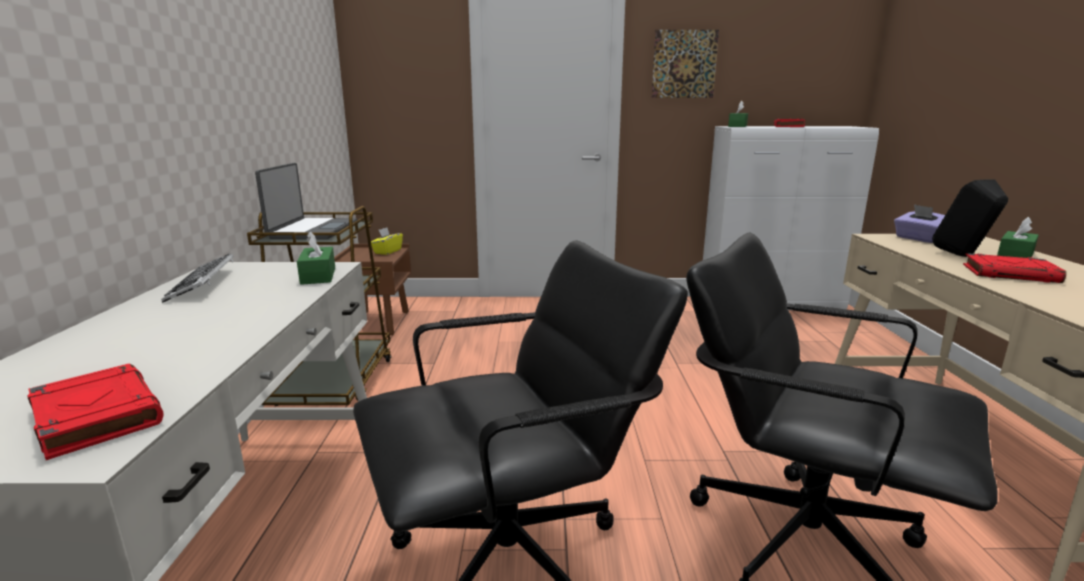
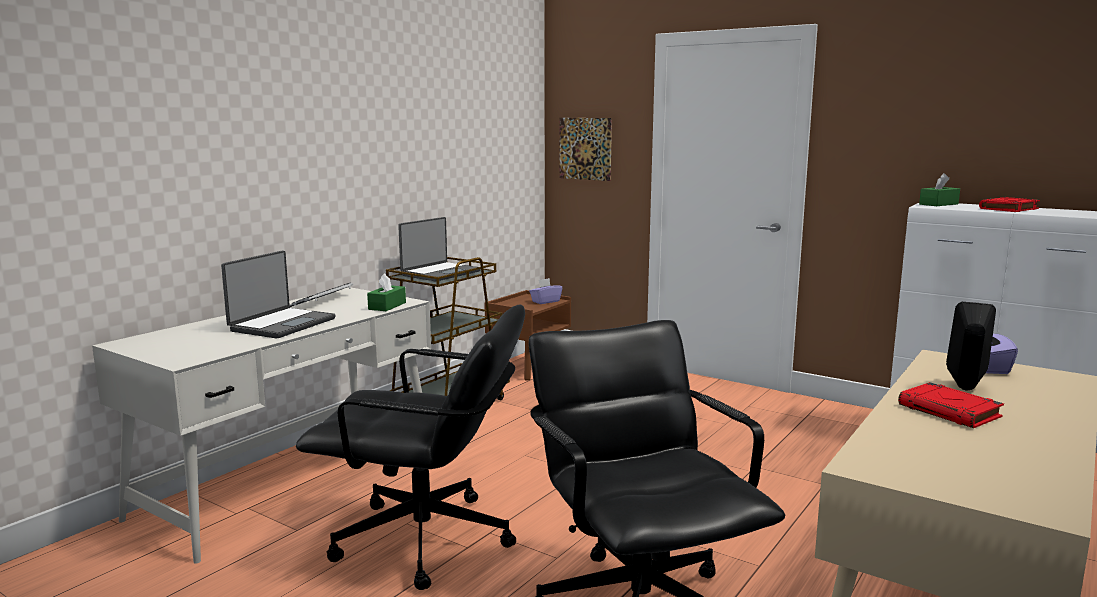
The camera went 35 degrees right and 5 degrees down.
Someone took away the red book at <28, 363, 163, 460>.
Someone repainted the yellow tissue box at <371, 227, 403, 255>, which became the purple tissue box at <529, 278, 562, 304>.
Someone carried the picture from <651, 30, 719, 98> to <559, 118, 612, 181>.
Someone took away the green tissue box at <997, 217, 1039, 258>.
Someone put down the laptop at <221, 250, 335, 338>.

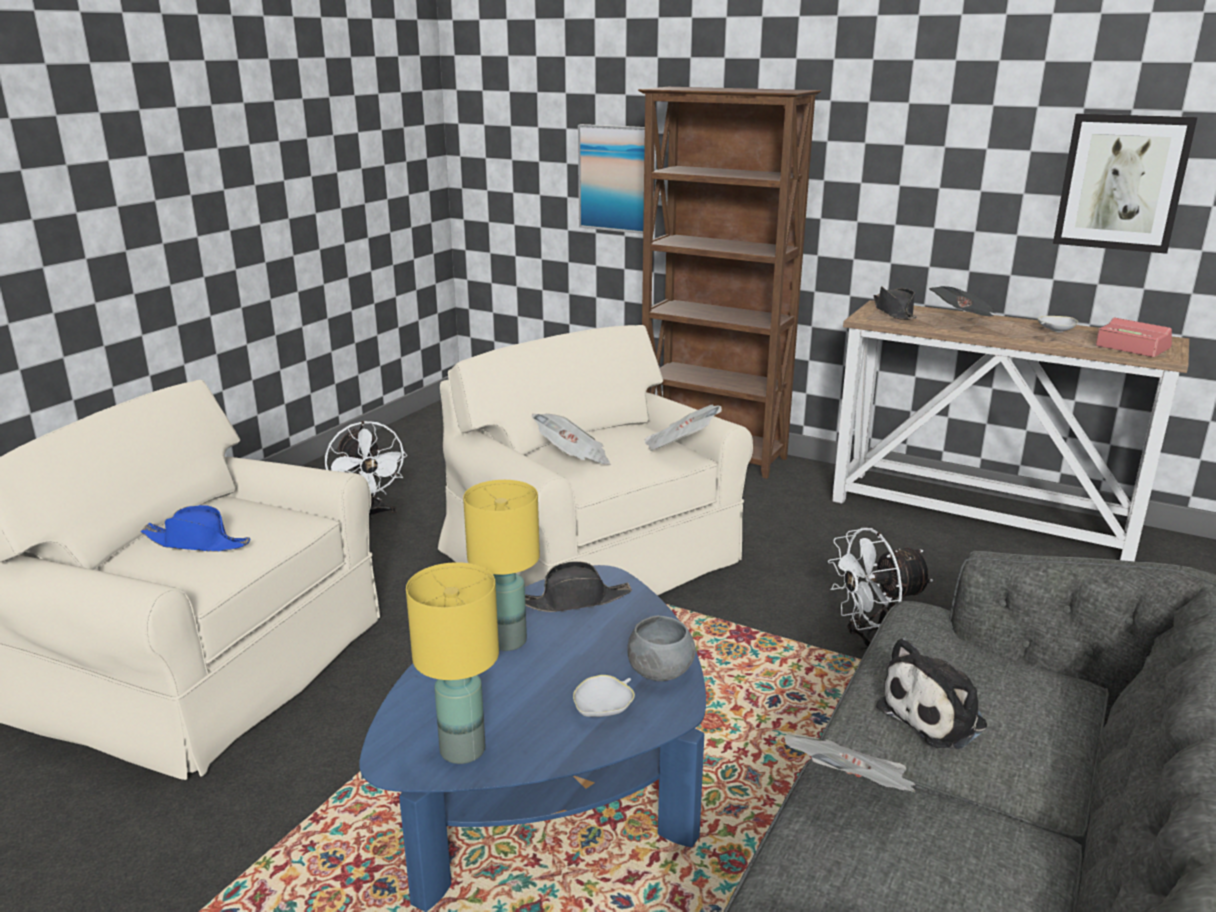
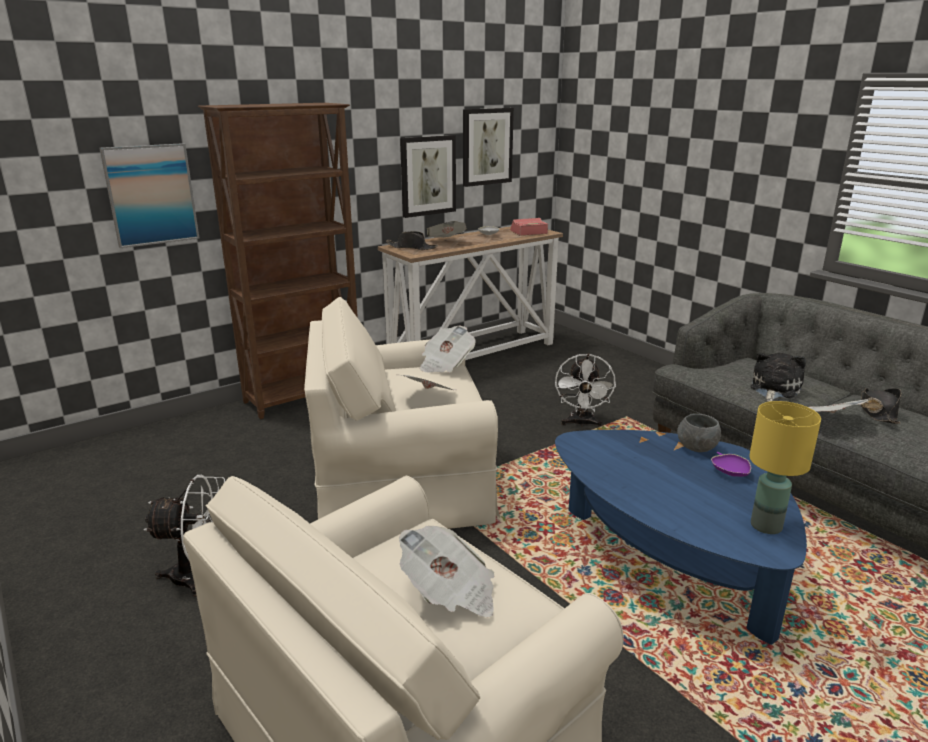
The camera went 65 degrees left and 0 degrees up.
Someone swapped the blue hat at <140, 505, 250, 552> for the newspaper at <399, 526, 495, 617>.
Someone took away the yellow table lamp at <463, 480, 540, 651>.
Someone carried the black hat from <525, 561, 632, 612> to <861, 388, 901, 424>.
Someone repainted the white bowl at <573, 675, 635, 717>, which became the purple bowl at <711, 452, 751, 477>.
Someone rotated the plush toy at <876, 638, 987, 749> by 135 degrees counterclockwise.
Someone put up the picture at <400, 135, 456, 218>.

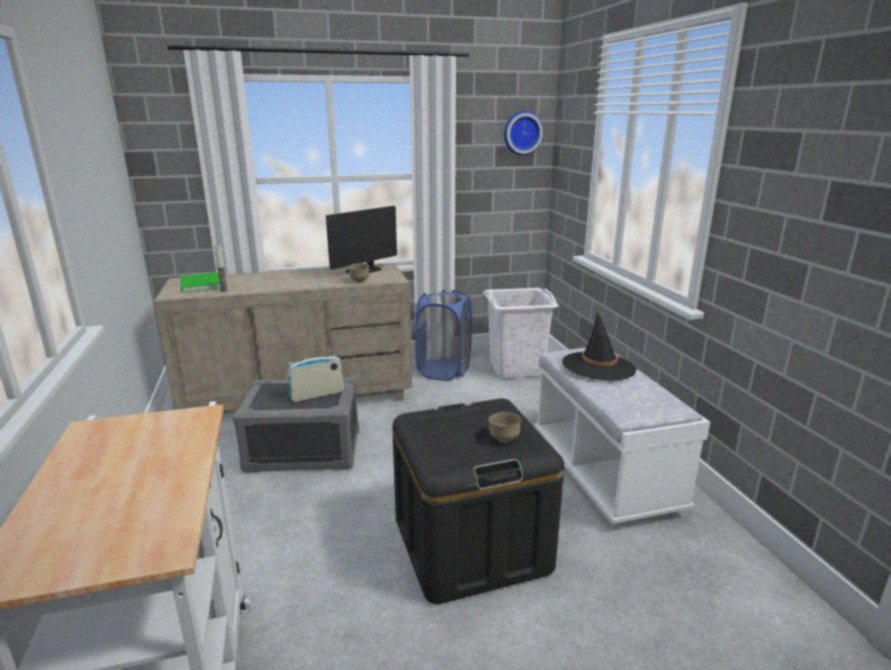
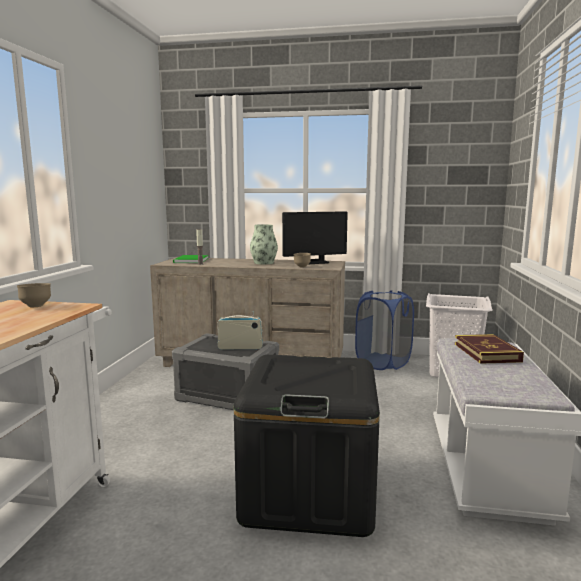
The camera went 25 degrees right and 10 degrees down.
Someone carried the brown bowl from <489, 412, 521, 443> to <17, 283, 51, 307>.
Someone took away the wall clock at <504, 111, 543, 156>.
Someone swapped the black hat at <562, 312, 637, 381> for the book at <455, 334, 524, 364>.
Someone put down the vase at <250, 224, 278, 265>.

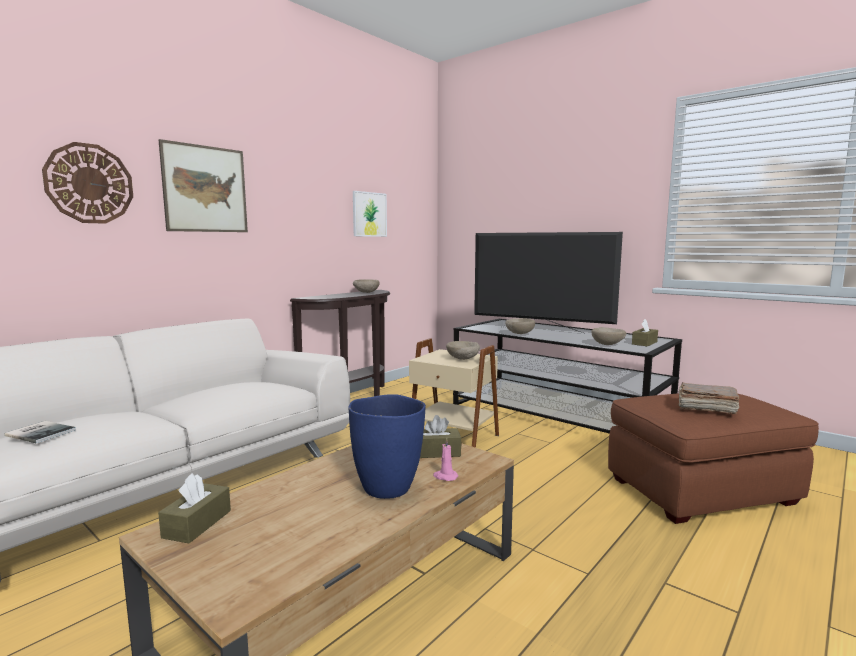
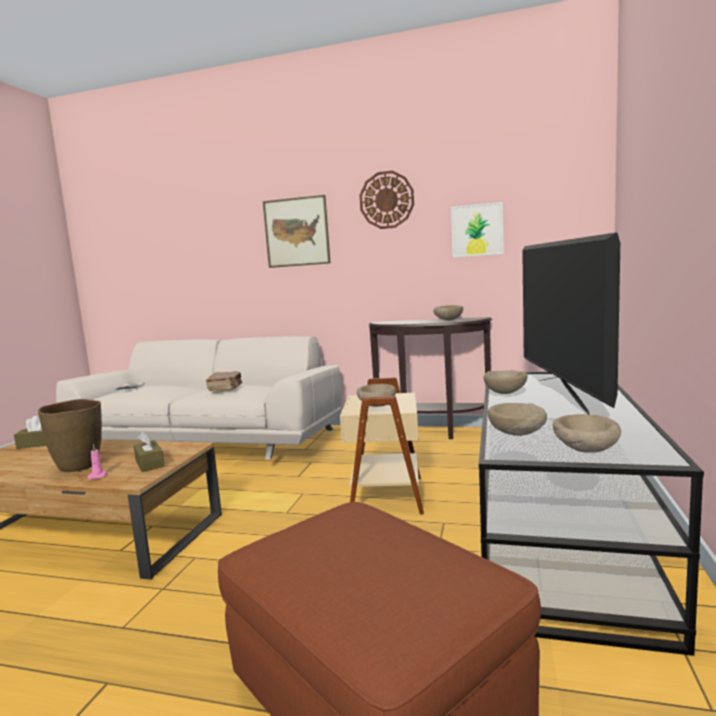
The camera went 65 degrees right and 0 degrees up.
Someone carried the wall clock from <42, 142, 133, 224> to <359, 171, 414, 229>.
Someone repainted the blue vase at <349, 394, 426, 499>, which became the brown vase at <38, 399, 102, 472>.
Someone swapped the brown tissue box at <632, 319, 658, 346> for the beige bowl at <553, 414, 621, 453>.
Someone carried the brown book from <678, 382, 739, 414> to <206, 371, 242, 391>.

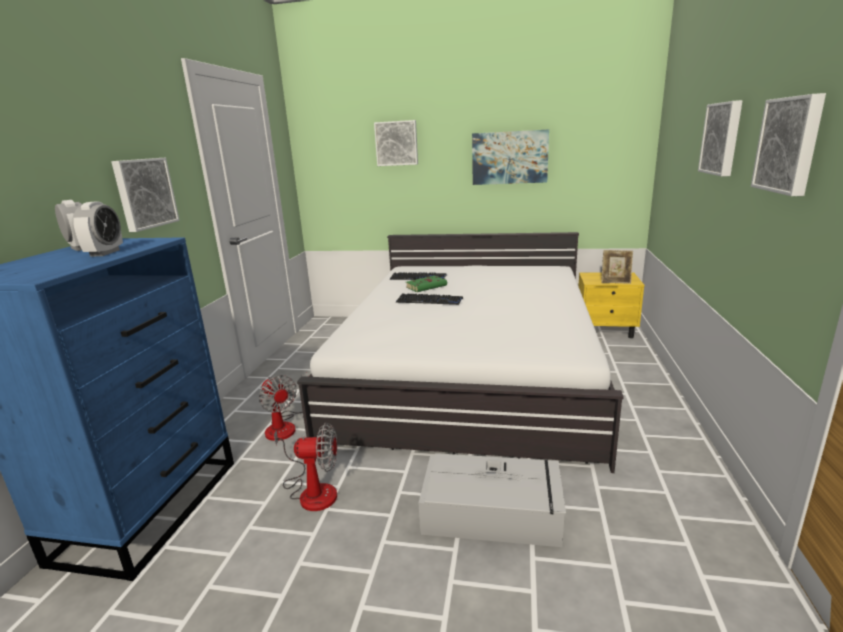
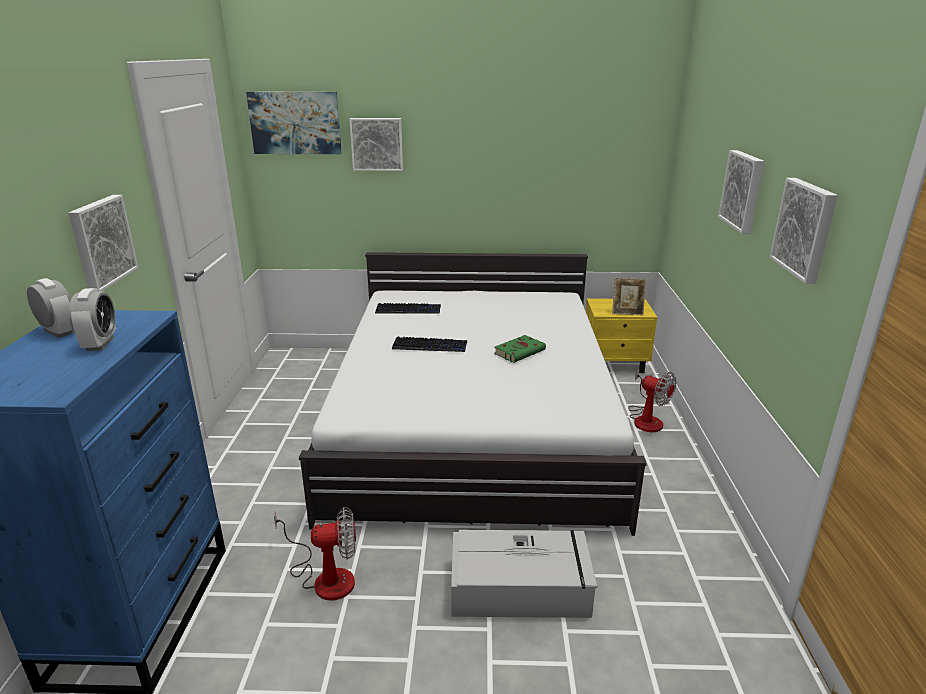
The camera went 10 degrees left and 5 degrees up.
Someone carried the fan from <259, 373, 308, 441> to <629, 369, 676, 432>.
Someone carried the green book from <406, 276, 447, 292> to <494, 335, 546, 363>.
Someone carried the picture from <472, 129, 549, 185> to <246, 92, 342, 154>.

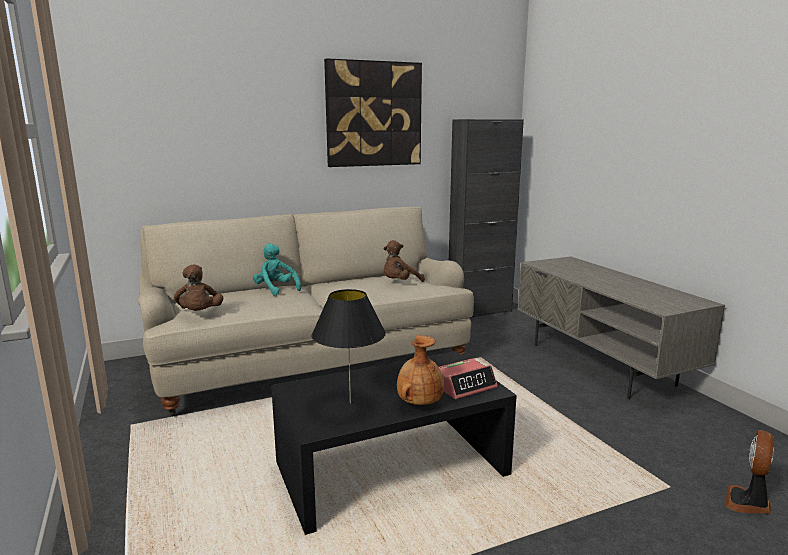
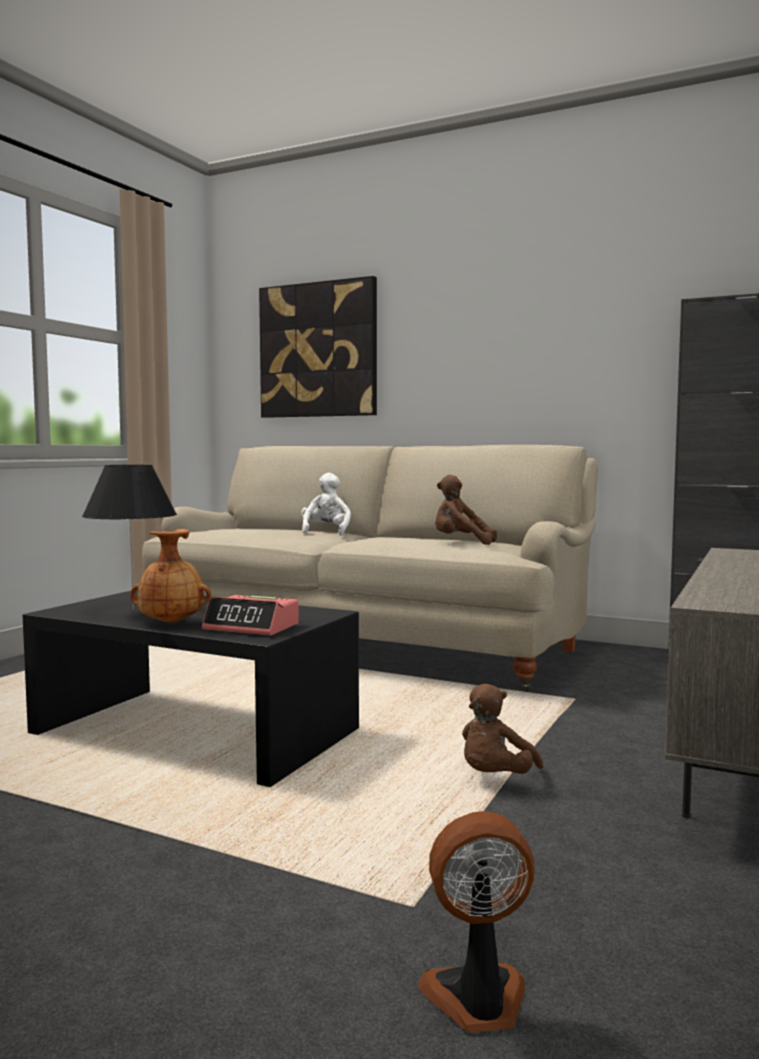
The camera went 50 degrees right and 10 degrees down.
Someone carried the brown plush toy from <174, 264, 223, 311> to <462, 684, 543, 774>.
Someone repainted the turquoise plush toy at <253, 243, 301, 296>, which became the white plush toy at <301, 473, 351, 536>.
Someone carried the picture from <324, 58, 422, 167> to <259, 276, 377, 418>.

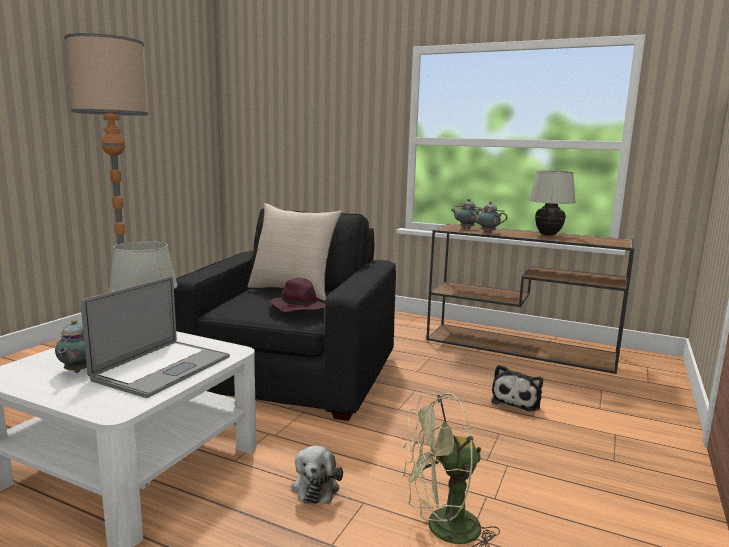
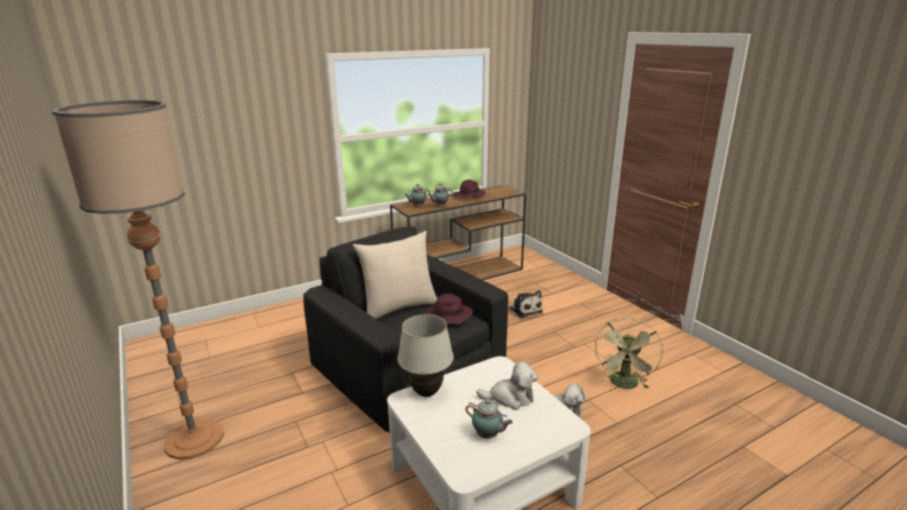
The camera went 55 degrees left and 10 degrees up.
Someone swapped the laptop at <81, 276, 230, 398> for the plush toy at <476, 361, 538, 410>.
Someone swapped the white table lamp at <529, 171, 576, 236> for the purple hat at <453, 180, 486, 198>.

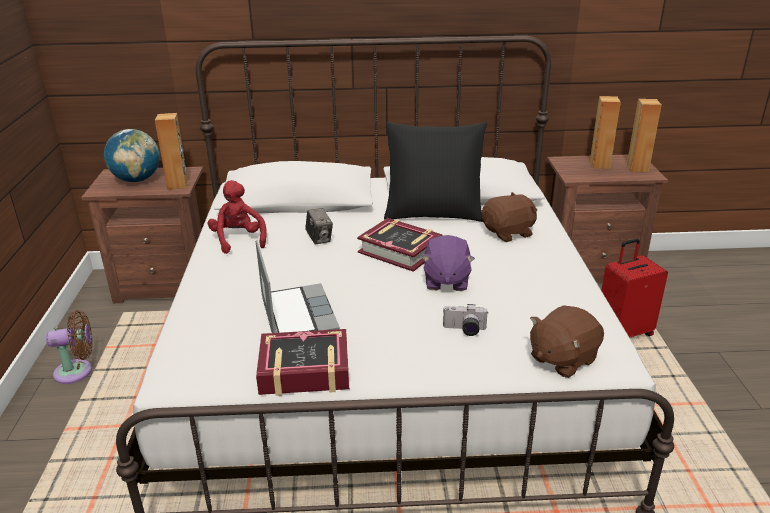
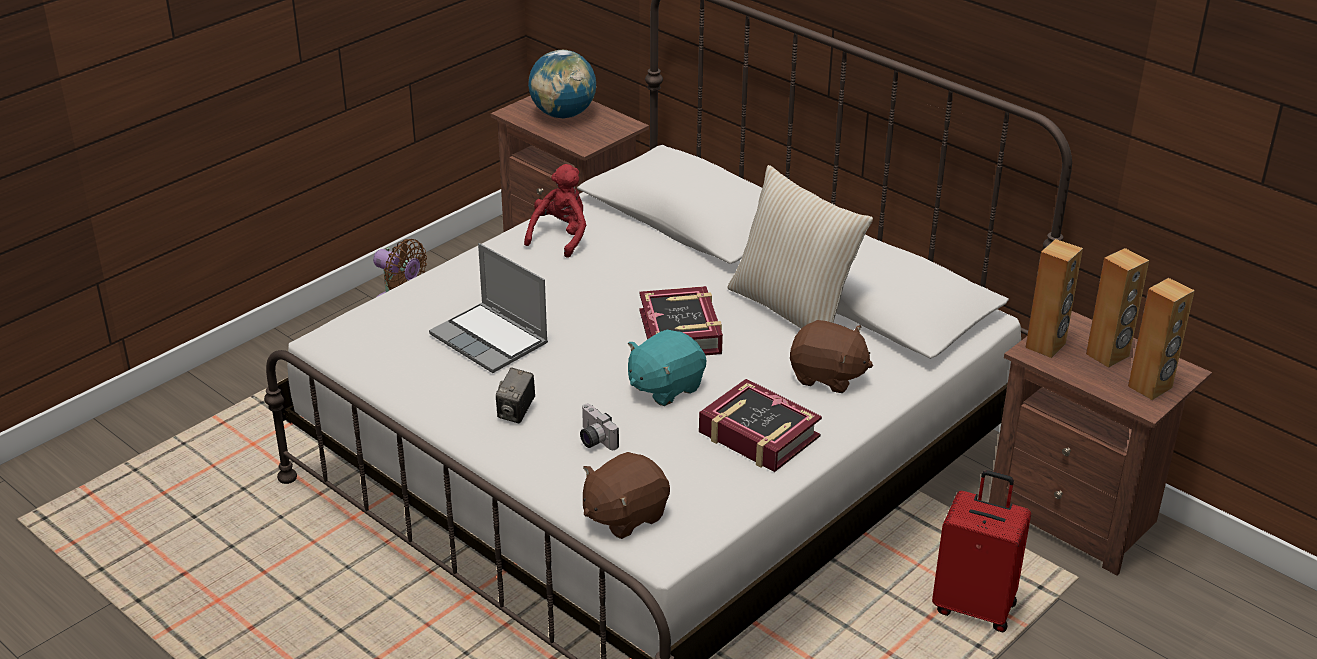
The camera went 45 degrees right and 5 degrees up.
Someone carried the brown speaker from <155, 113, 188, 189> to <1025, 239, 1083, 358>.
Someone rotated the laptop at <256, 240, 340, 333> by 105 degrees clockwise.
Someone carried the book from <256, 329, 349, 396> to <699, 379, 822, 472>.
Someone carried the photo camera from <305, 208, 333, 245> to <496, 368, 535, 424>.
Someone repainted the black pillow at <384, 122, 487, 222>, which became the beige pillow at <727, 165, 873, 329>.
Someone repainted the purple plush toy at <421, 235, 475, 291>, which became the turquoise plush toy at <628, 330, 706, 406>.
Someone rotated the brown plush toy at <530, 305, 604, 378> by 45 degrees counterclockwise.

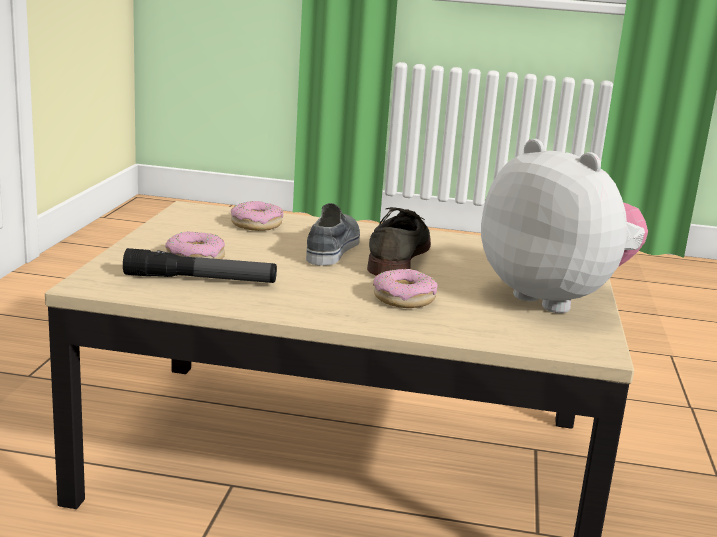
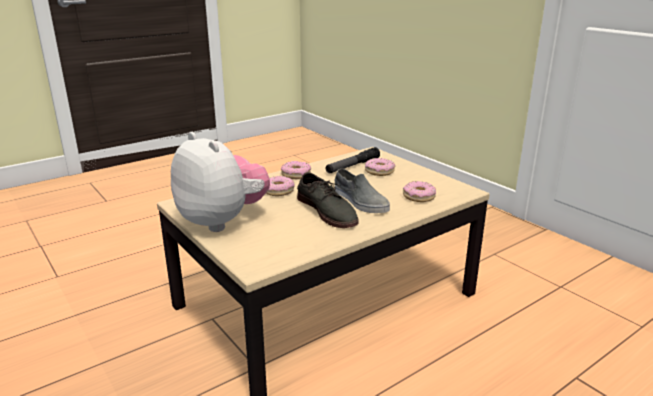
The camera went 135 degrees right and 5 degrees up.
Someone rotated the plush toy at <481, 139, 648, 313> by 135 degrees counterclockwise.
Someone put down the donut at <281, 161, 311, 179>.

